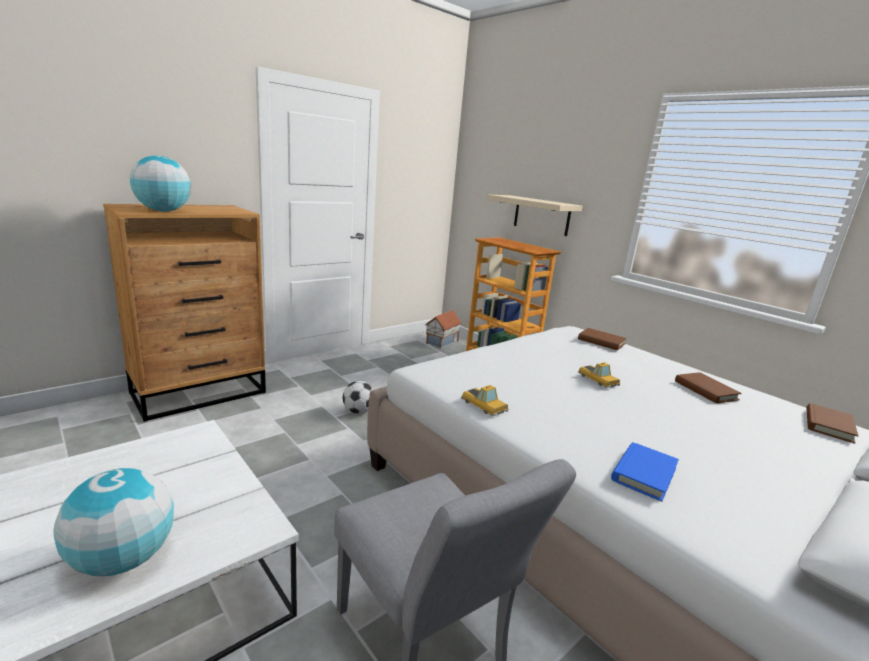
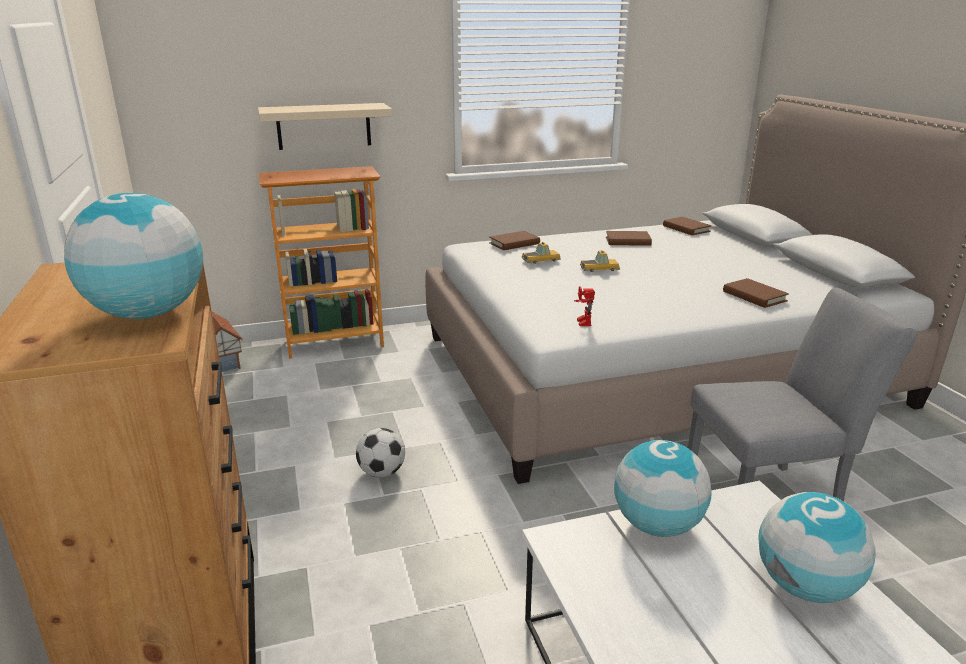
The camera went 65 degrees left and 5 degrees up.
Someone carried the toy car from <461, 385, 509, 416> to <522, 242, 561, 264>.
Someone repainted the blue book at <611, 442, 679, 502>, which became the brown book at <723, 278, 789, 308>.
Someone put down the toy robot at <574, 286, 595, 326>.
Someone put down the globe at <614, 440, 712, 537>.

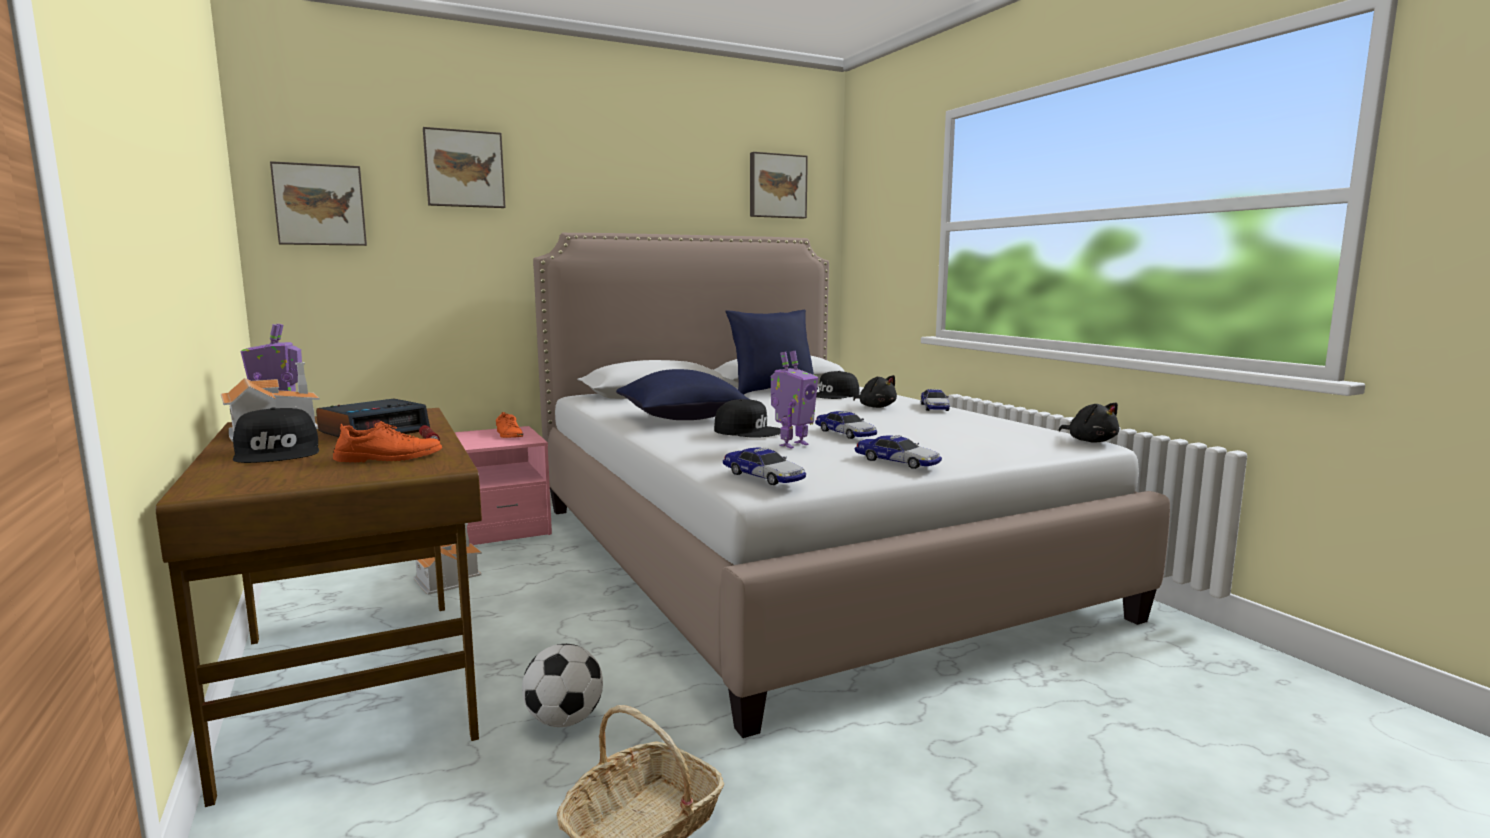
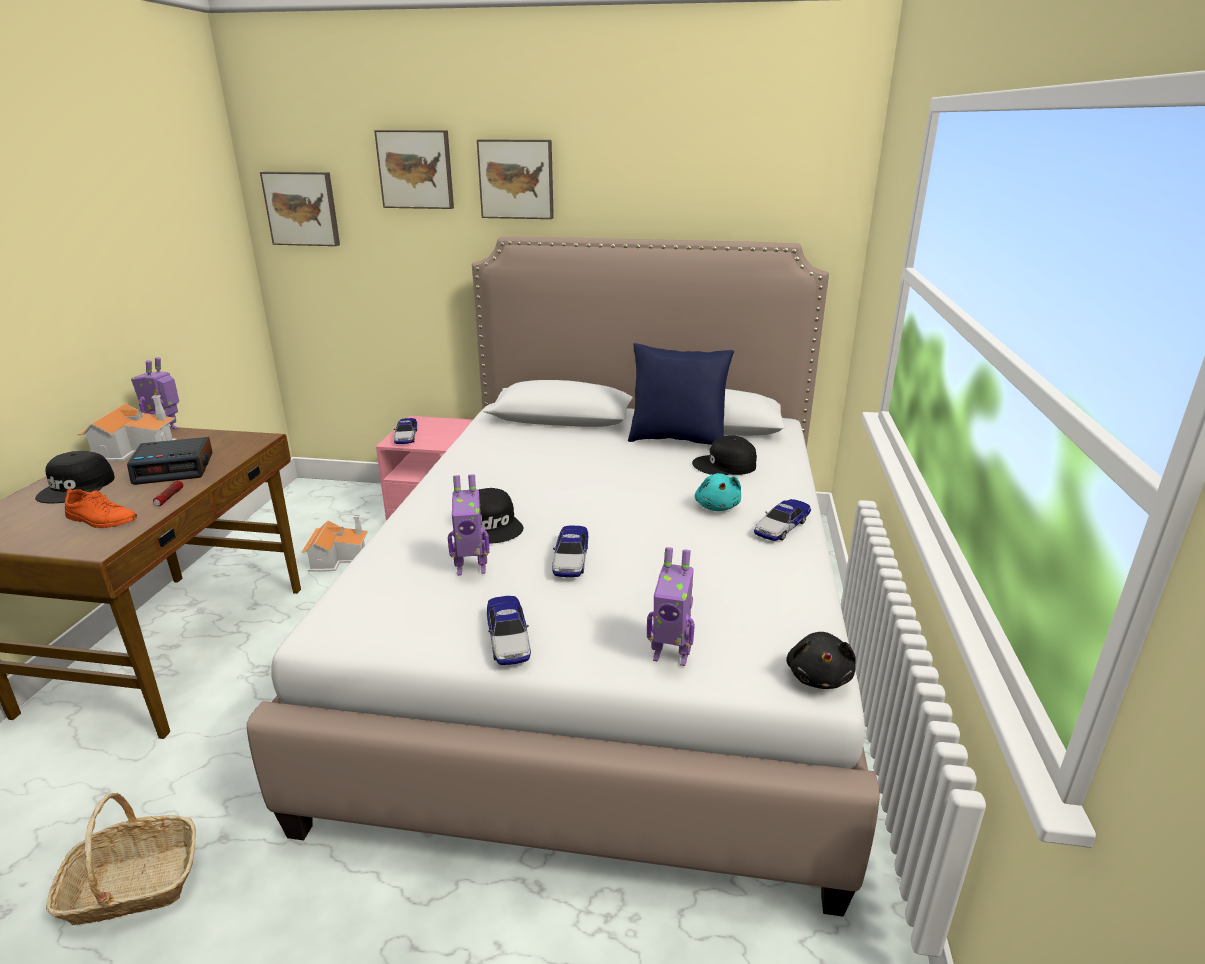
The camera went 35 degrees right and 15 degrees up.
Someone took away the orange shoe at <496, 412, 523, 438>.
Someone took away the football at <522, 644, 603, 727>.
Someone took away the blue pillow at <616, 369, 749, 420>.
Someone carried the toy car from <723, 448, 806, 485> to <394, 418, 417, 444>.
Someone carried the picture from <750, 152, 808, 218> to <477, 140, 554, 219>.
Someone repainted the black plush toy at <853, 375, 897, 408>, which became the turquoise plush toy at <695, 473, 741, 511>.
Someone put down the toy robot at <647, 547, 695, 666>.

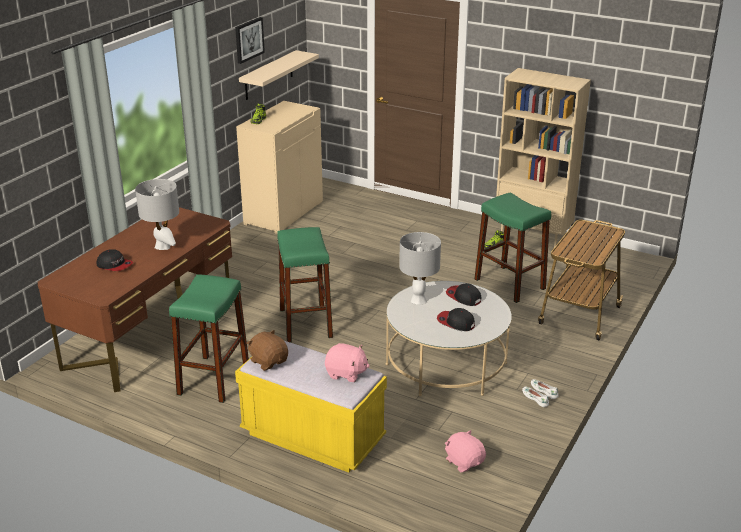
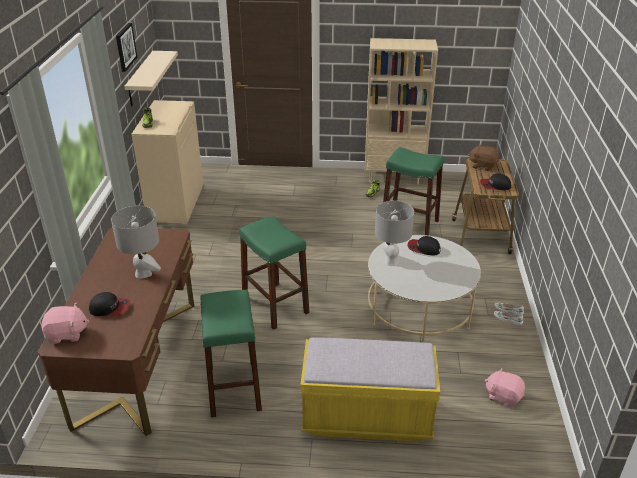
The camera went 25 degrees left and 5 degrees up.
Someone carried the brown plush toy from <247, 330, 288, 371> to <468, 144, 499, 171>.
Someone carried the pink plush toy from <325, 343, 370, 382> to <42, 303, 89, 344>.
Someone carried the cap from <437, 308, 475, 331> to <480, 173, 511, 190>.

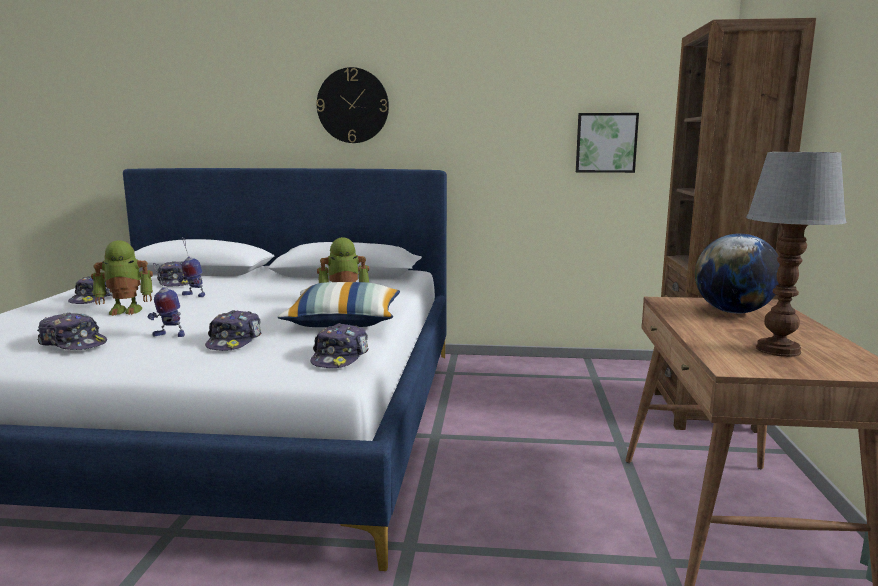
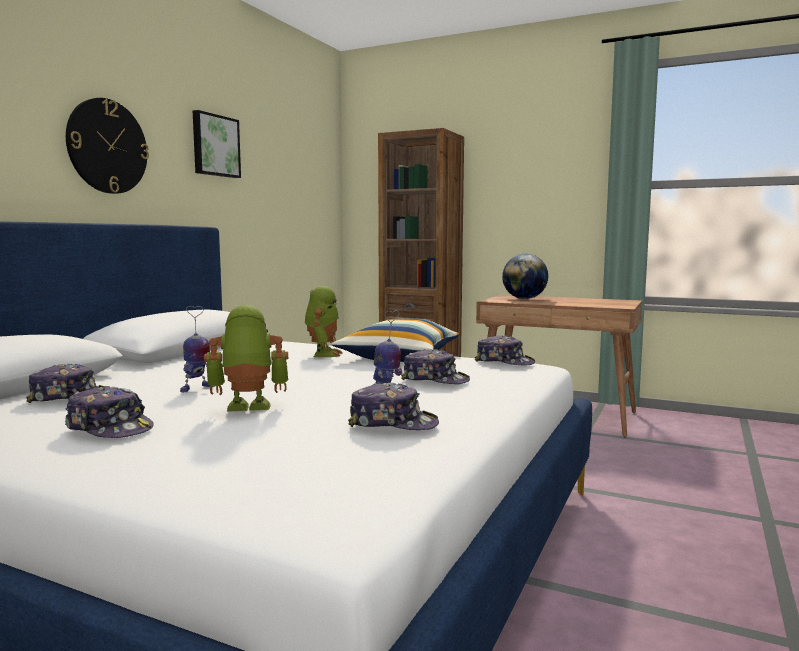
The camera went 70 degrees left and 5 degrees down.
Someone rotated the cap at <37, 313, 107, 350> by 60 degrees clockwise.
Someone rotated the toy robot at <91, 240, 153, 316> by 105 degrees counterclockwise.
Someone carried the picture from <576, 113, 639, 173> to <193, 110, 241, 178>.
Someone took away the table lamp at <746, 152, 847, 357>.

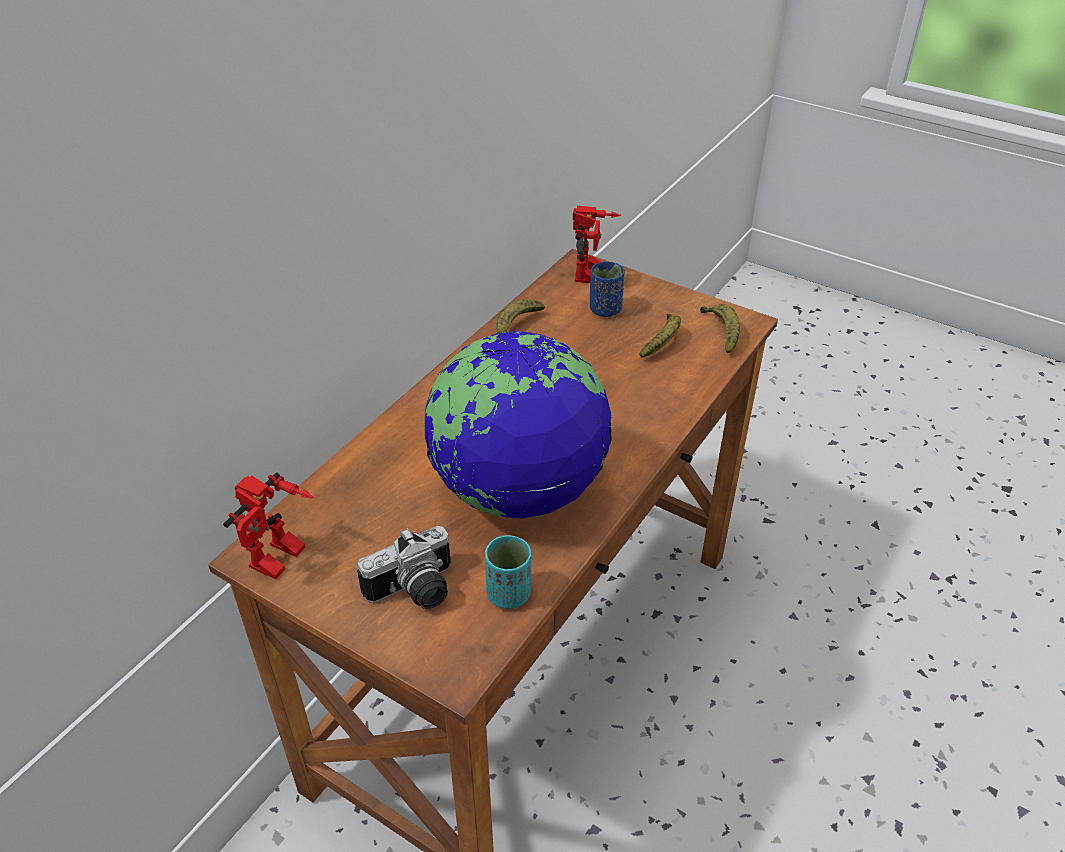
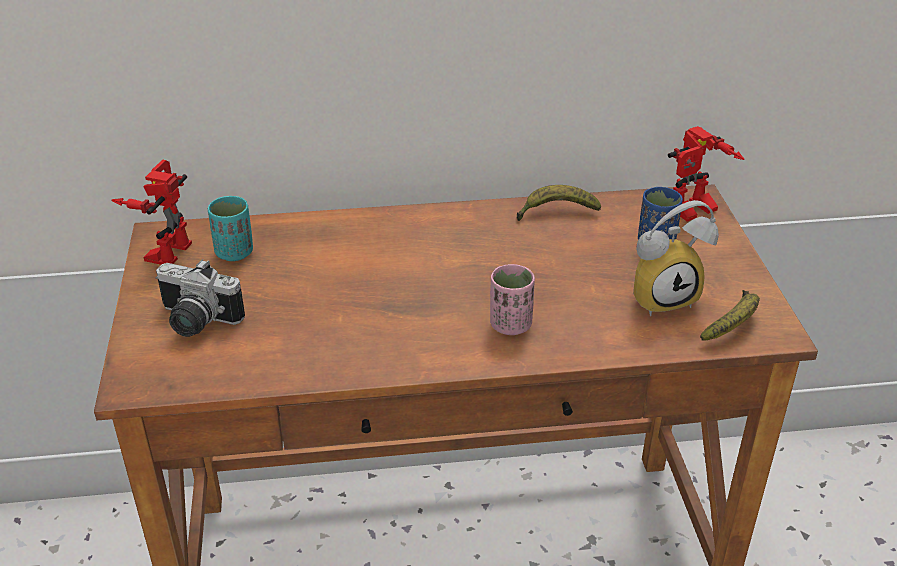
The camera went 50 degrees right and 5 degrees down.
Someone rotated the toy robot at <223, 472, 314, 579> by 120 degrees clockwise.
Someone took away the globe at <424, 331, 612, 519>.
Someone carried the turquoise cup from <485, 535, 531, 609> to <208, 196, 253, 261>.
Someone swapped the banana at <640, 314, 681, 358> for the alarm clock at <633, 200, 719, 316>.
Someone put down the pink cup at <490, 264, 535, 335>.

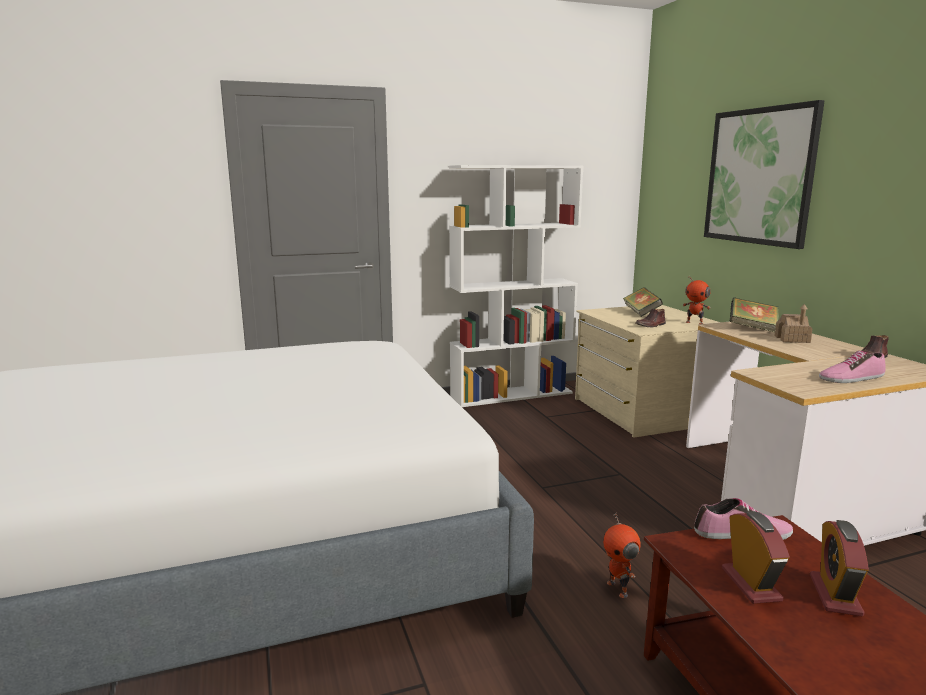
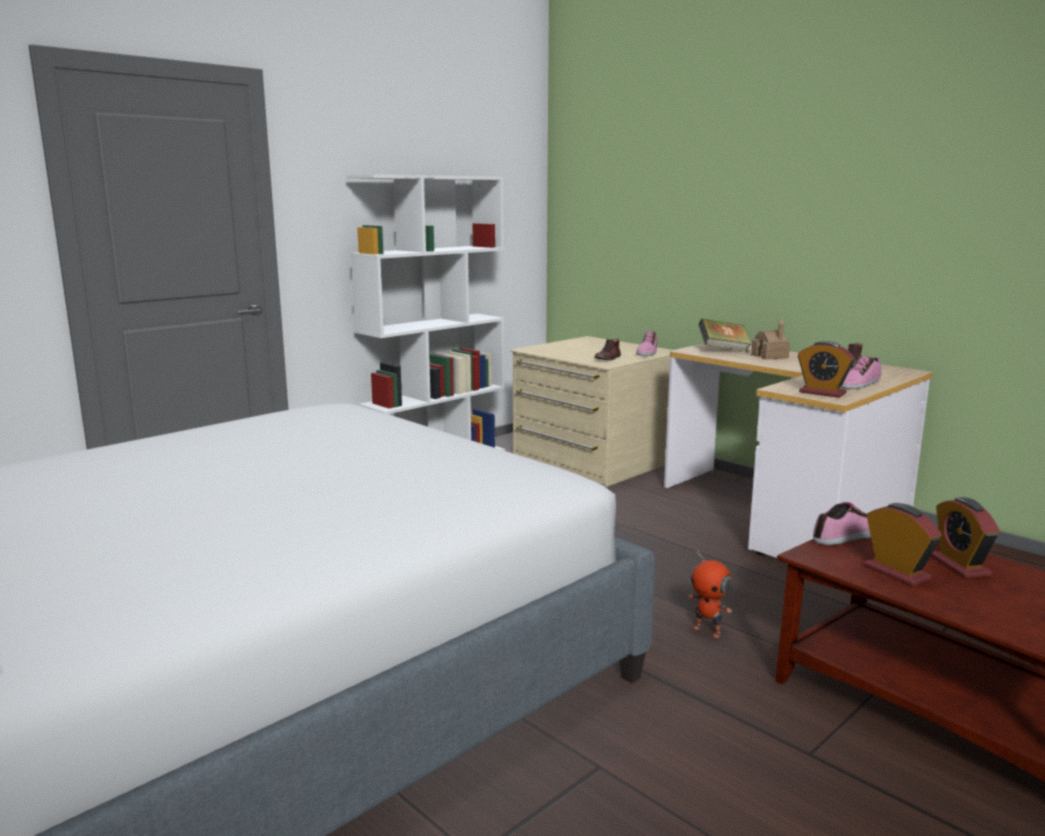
The camera went 25 degrees left and 0 degrees up.
Someone took away the book at <623, 287, 663, 317>.
Someone swapped the toy robot at <683, 276, 711, 324> for the shoe at <636, 331, 658, 356>.
Someone took away the picture at <704, 100, 825, 249>.
Someone put down the alarm clock at <798, 341, 855, 398>.

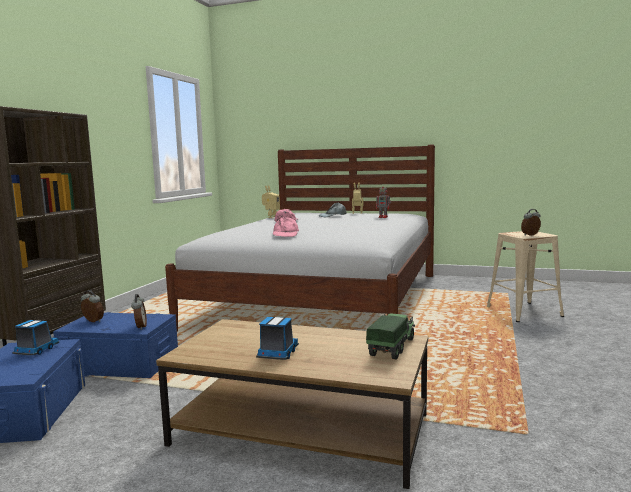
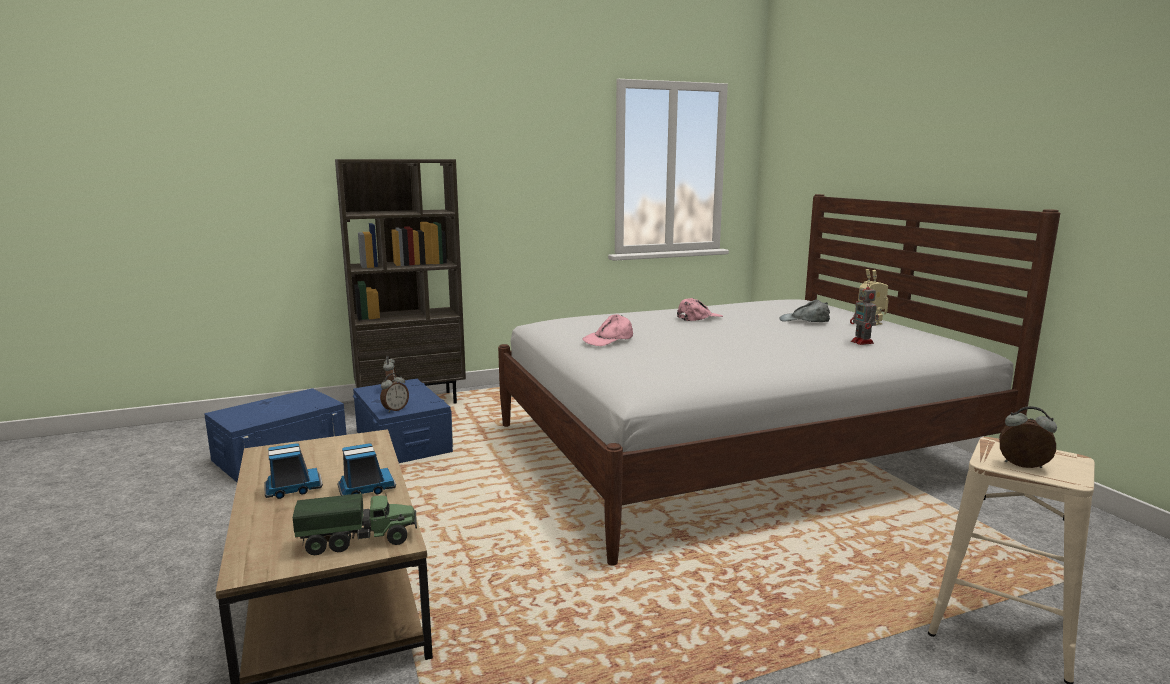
The camera went 50 degrees right and 5 degrees up.
Someone carried the toy truck from <12, 320, 59, 355> to <338, 444, 396, 496>.
Someone took away the toy robot at <262, 185, 280, 218>.

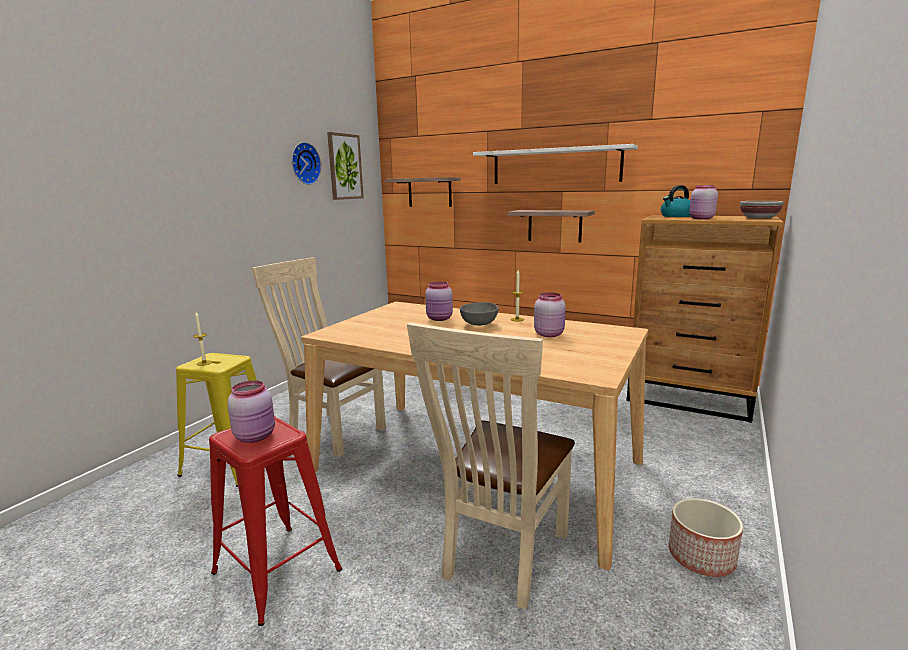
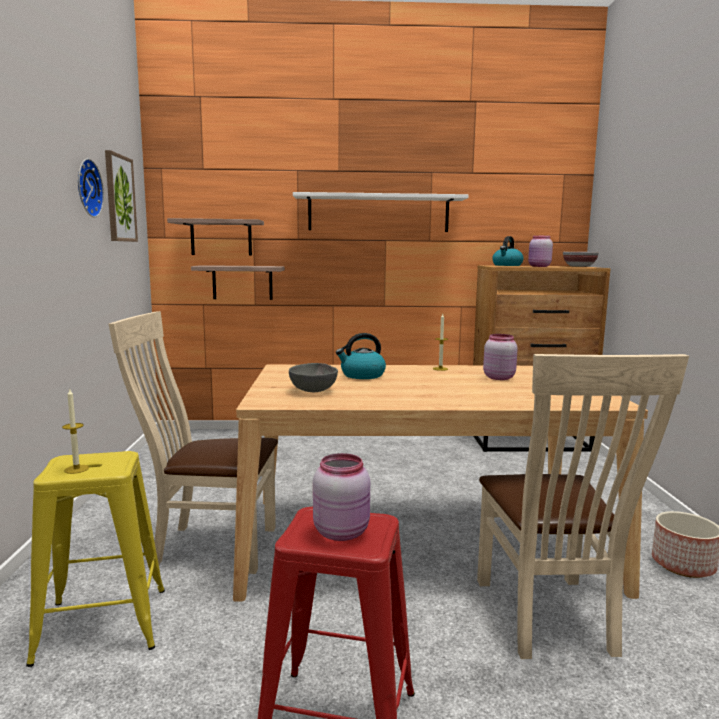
The camera went 30 degrees left and 5 degrees down.
Someone swapped the pink jar at <425, 282, 453, 321> for the kettle at <336, 333, 386, 379>.
Someone carried the grey bowl from <460, 302, 498, 326> to <289, 363, 338, 392>.
Someone carried the shelf from <508, 210, 595, 243> to <191, 265, 285, 300>.

